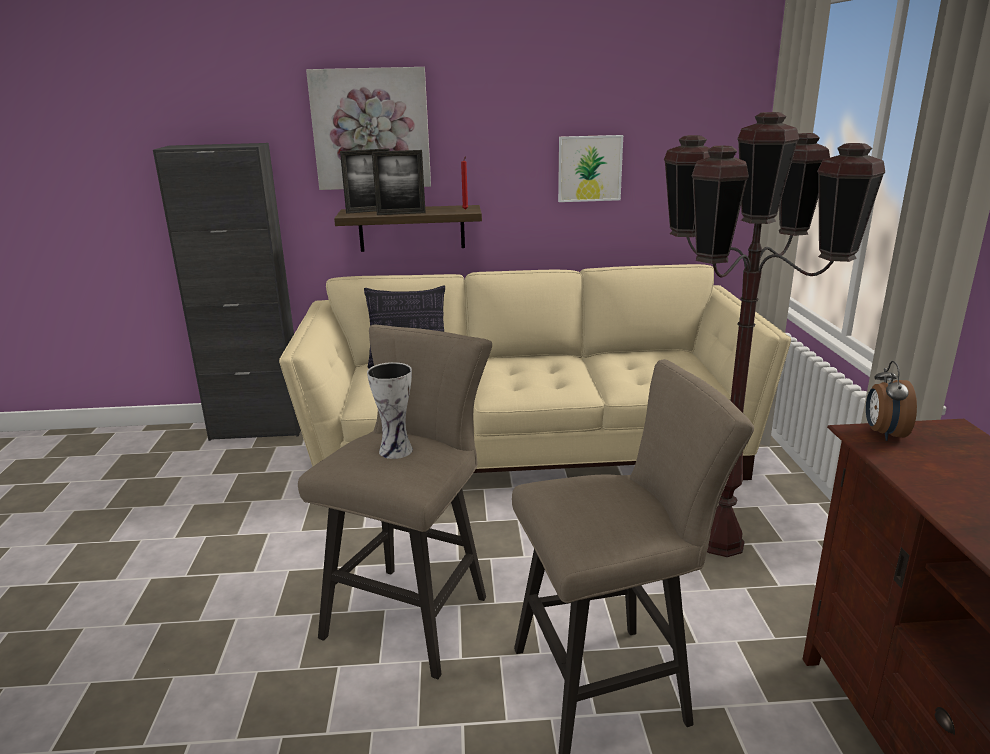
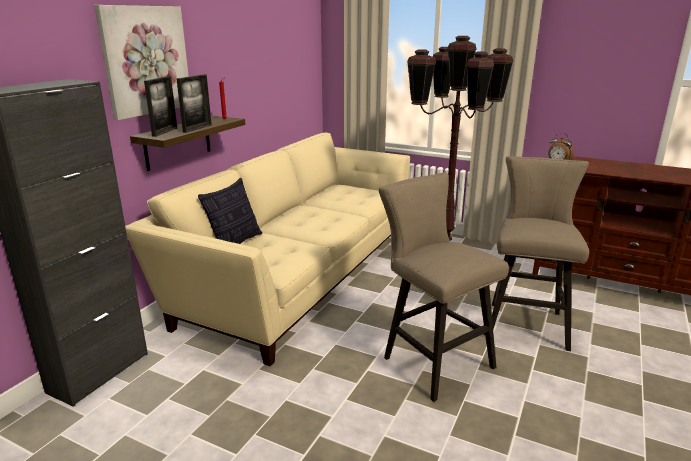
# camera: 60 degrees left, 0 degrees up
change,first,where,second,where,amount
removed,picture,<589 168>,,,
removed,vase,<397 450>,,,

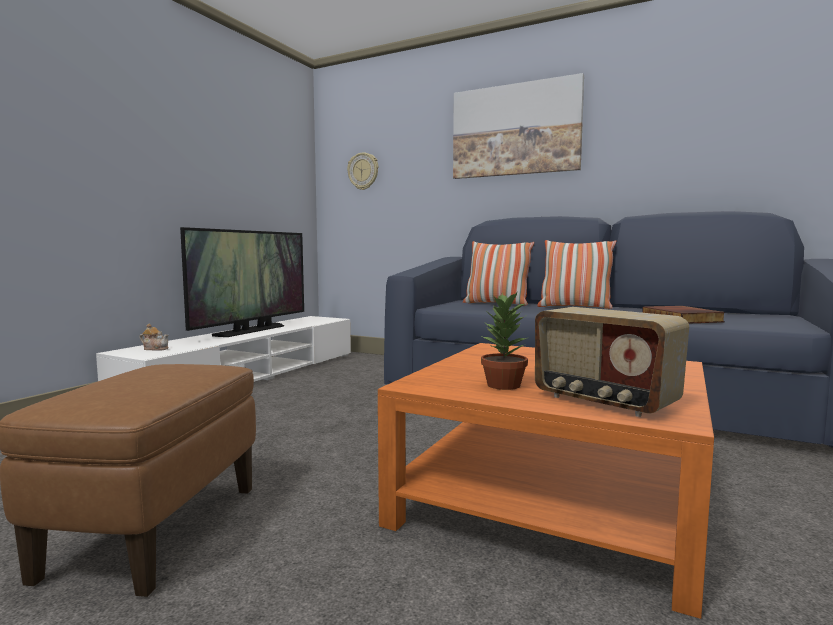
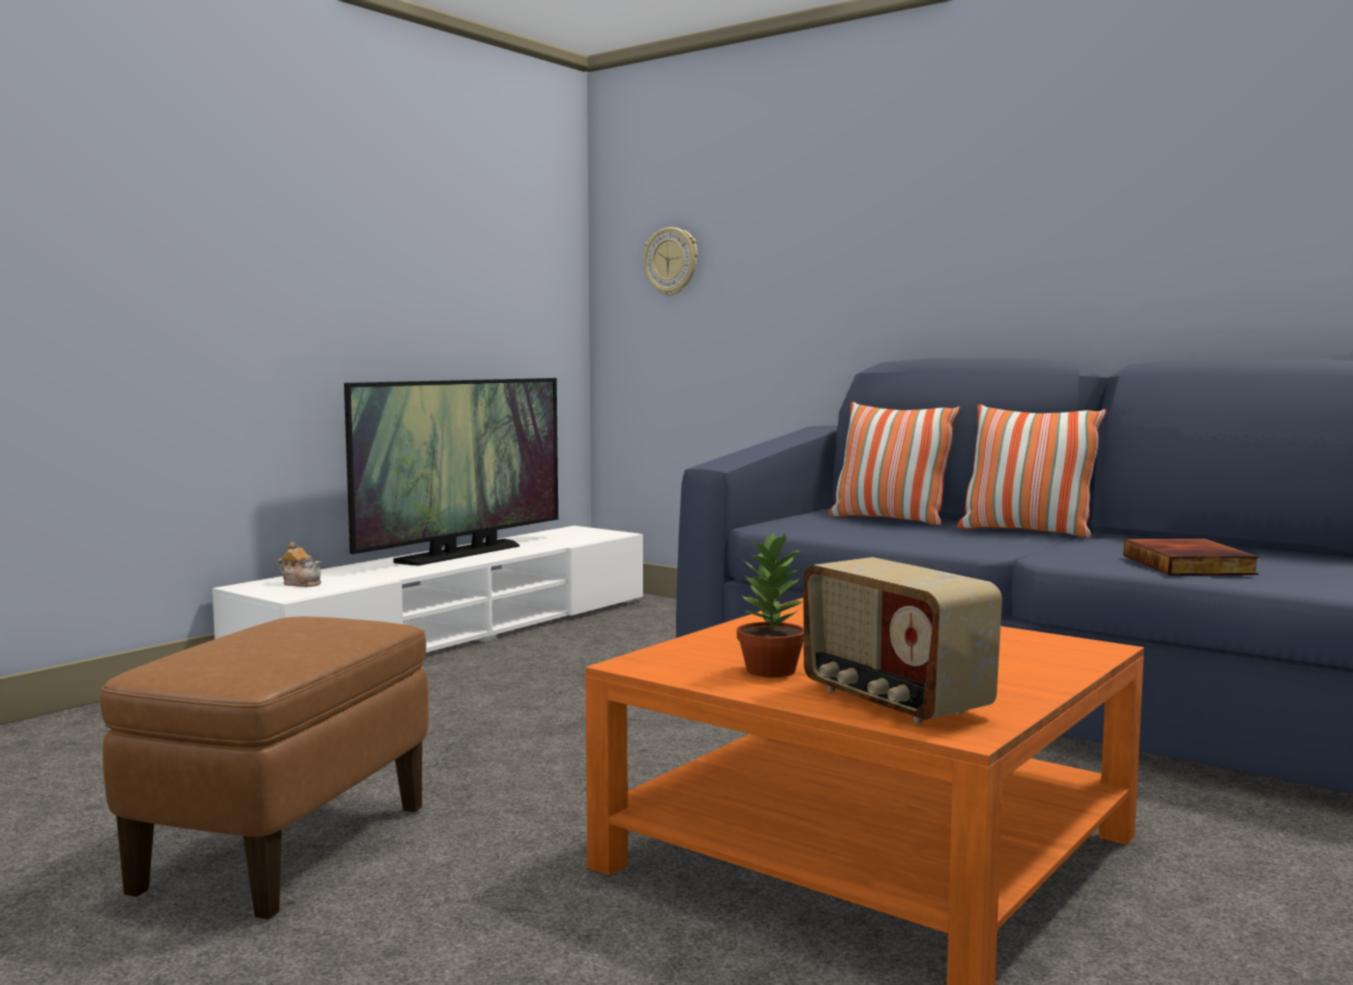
# camera: 10 degrees right, 0 degrees up
change,first,where,second,where,amount
removed,picture,<515 130>,,,

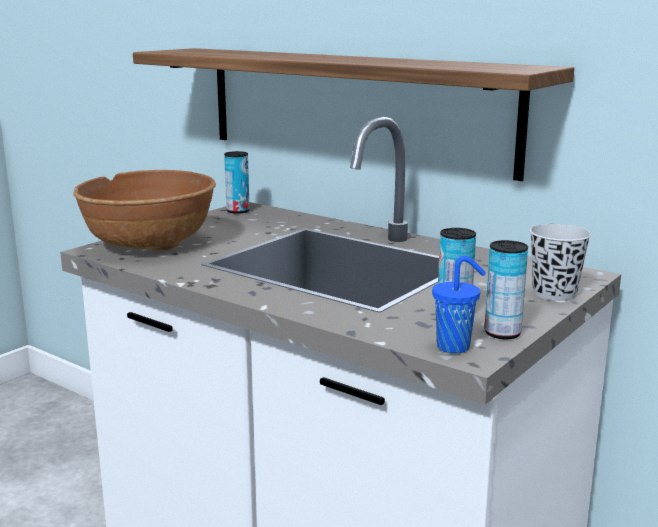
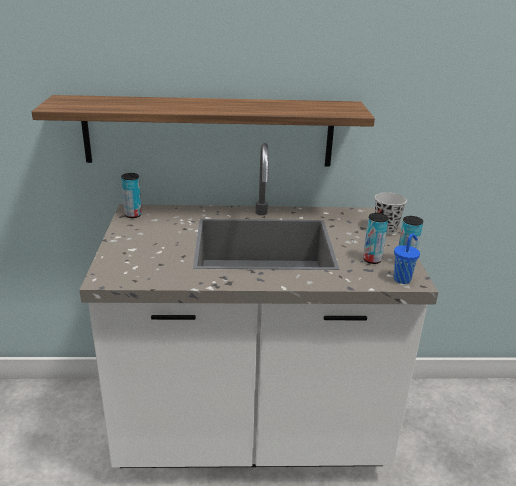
# camera: 40 degrees left, 10 degrees up
change,first,where,second,where,amount
removed,bowl/brown,<149 245>,,,

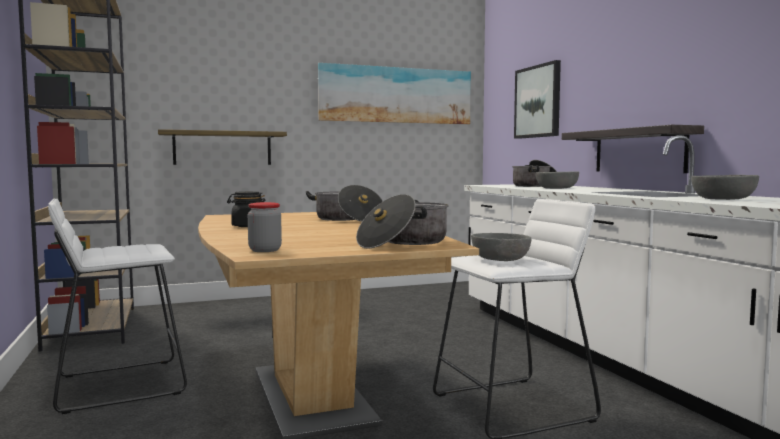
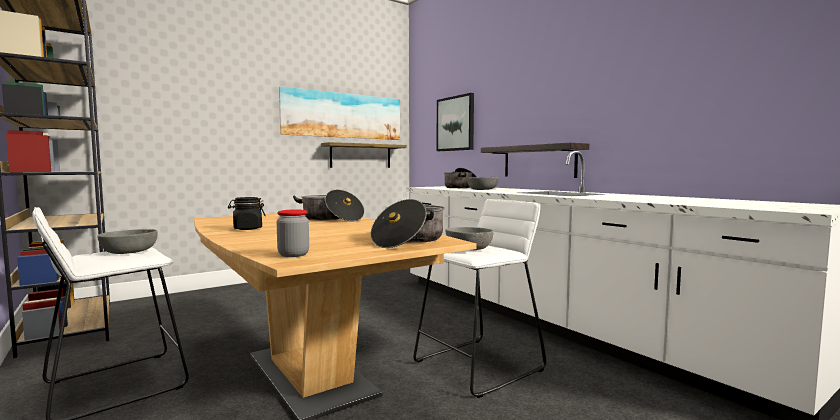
# camera: 15 degrees left, 0 degrees up
change,first,where,second,where,amount
moved,shelf,<222 148>,,<361 156>,
moved,bowl/grey,<723 199>,,<129 252>,

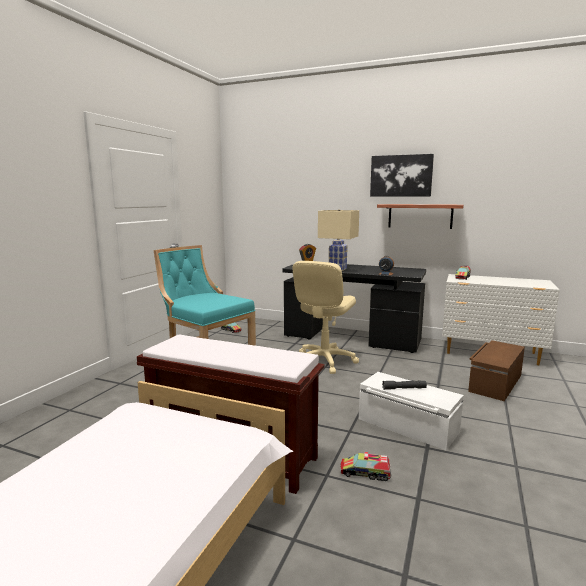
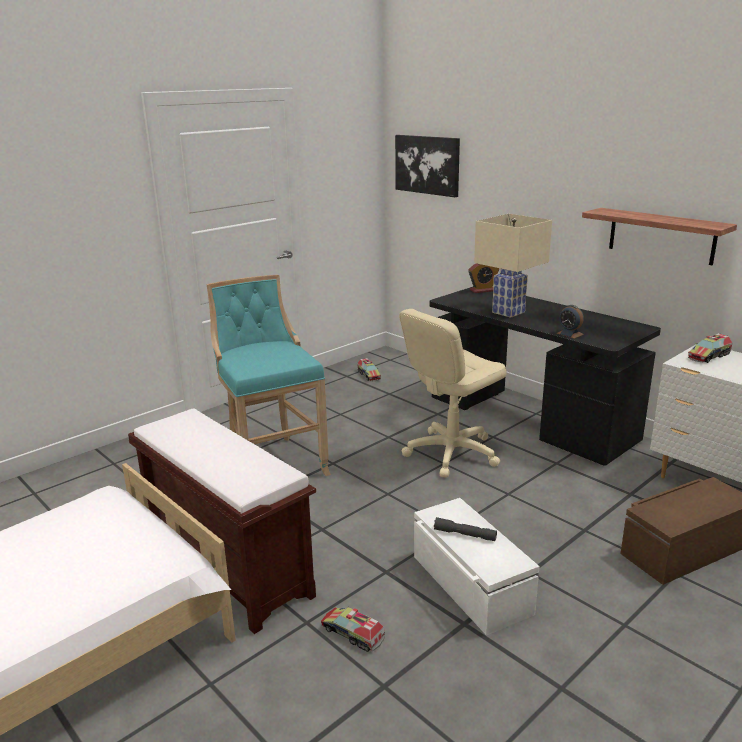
# camera: 25 degrees right, 10 degrees up
change,first,where,second,where,amount
moved,picture,<401 176>,,<427 165>,

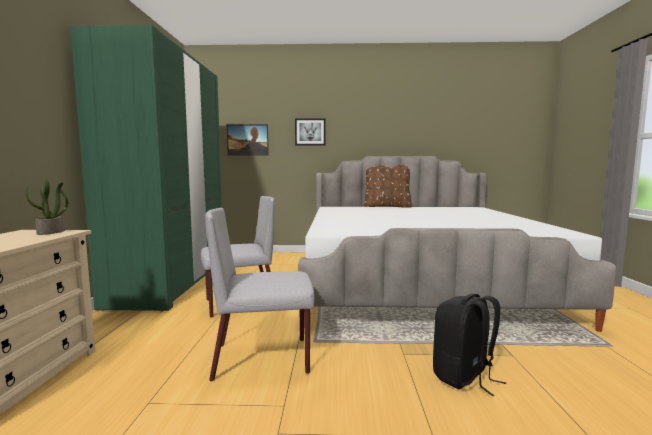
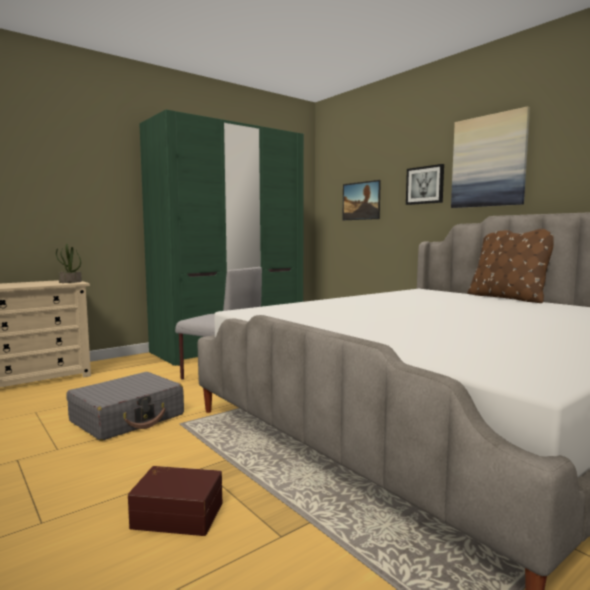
# camera: 50 degrees right, 0 degrees up
change,first,where,second,where,amount
replaced,chair/grey,<264 358>,suitcase/grey,<128 418>,
replaced,backpack/black,<464 377>,storage box/brown,<178 514>,
added,,,picture,<489 161>,

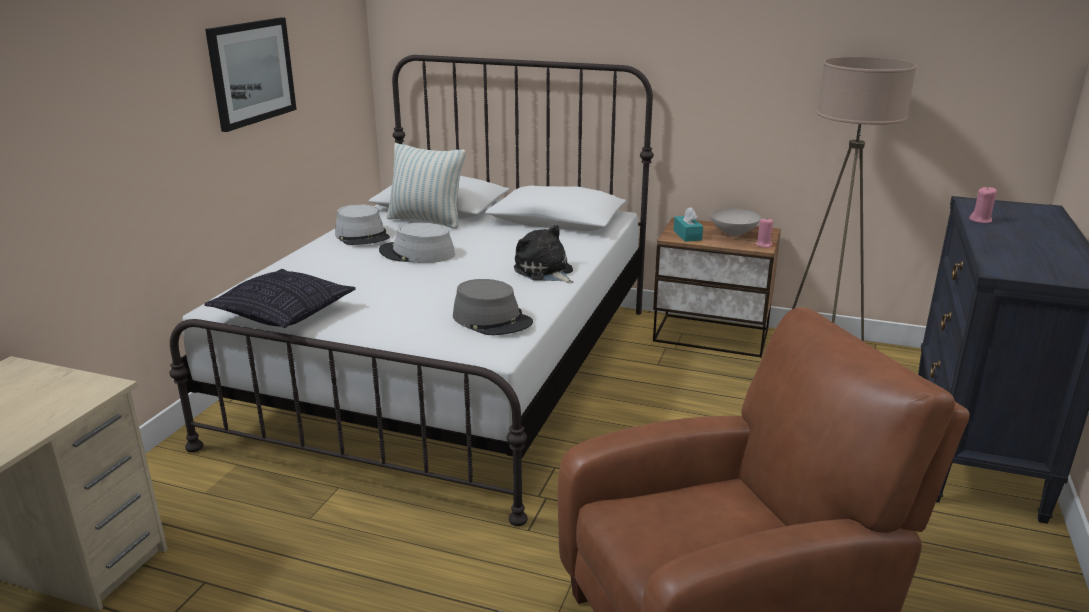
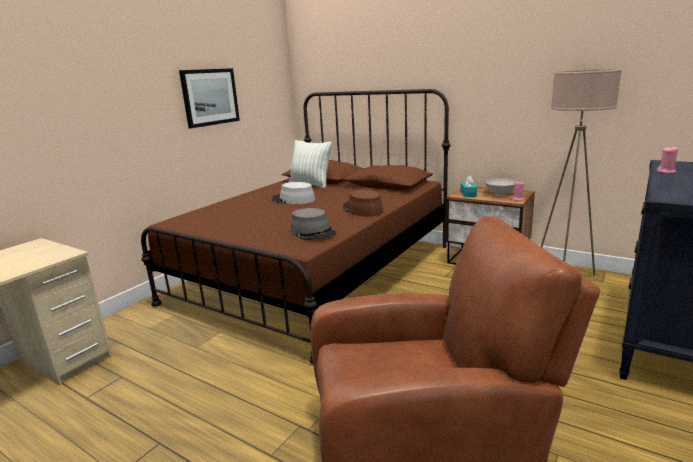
# camera: 15 degrees right, 5 degrees down
change,first,where,second,where,amount
recoloured,bed/white,<450 371>,bed/brown,<315 273>,
removed,hat/grey,<362 236>,,,
replaced,plush toy,<545 272>,hat/brown,<362 209>,
removed,pillow,<285 314>,,,

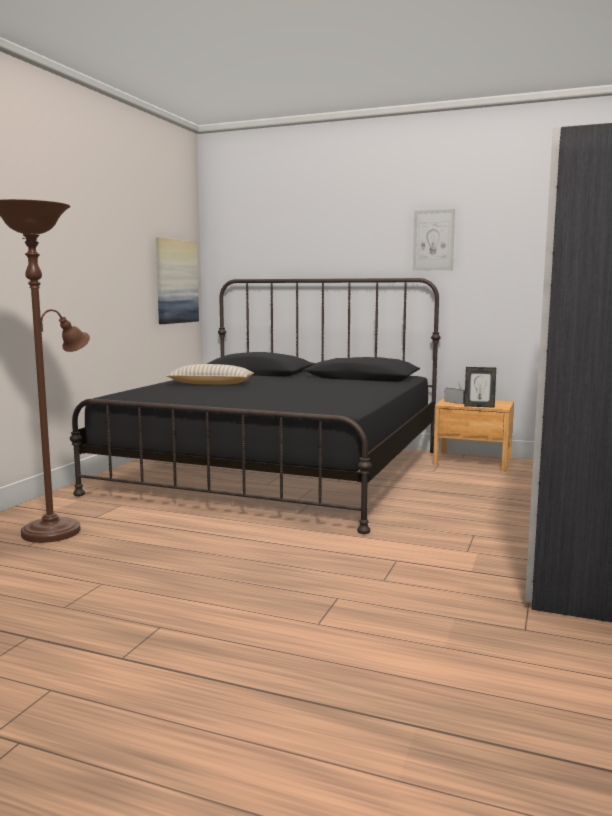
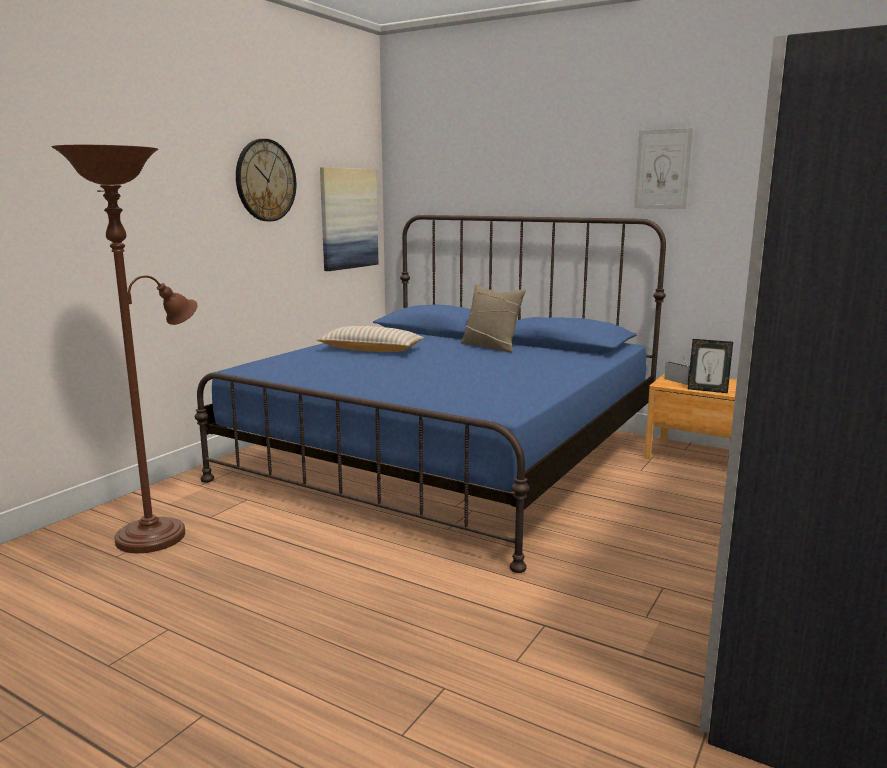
# camera: 10 degrees right, 5 degrees up
change,first,where,second,where,amount
recoloured,bed/black,<276 471>,bed/blue,<445 457>,
added,,,wall clock,<265 180>,
added,,,pillow/beige,<491 346>,

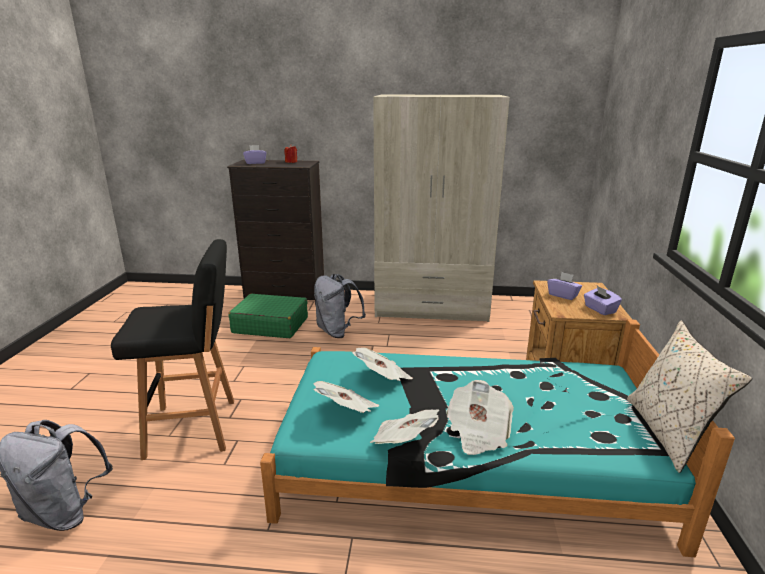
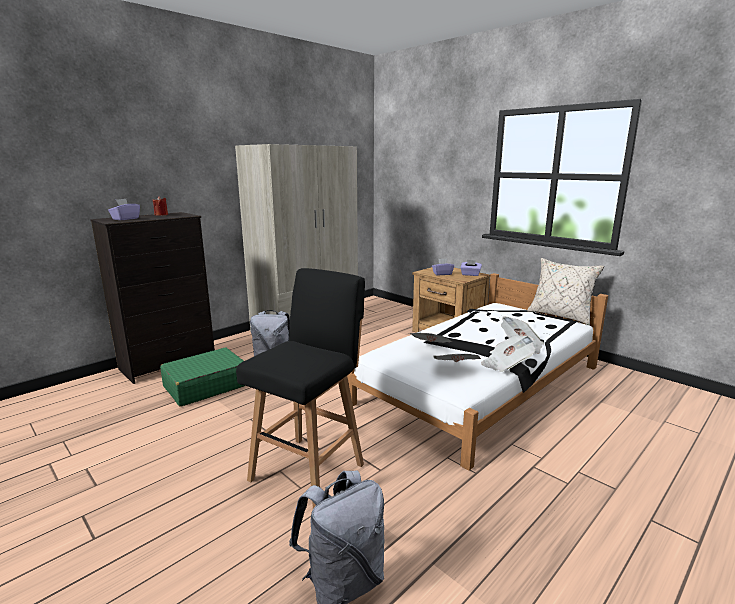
# camera: 50 degrees left, 5 degrees down
change,first,where,second,where,amount
recoloured,bed/turquoise,<466 459>,bed/white,<481 384>,

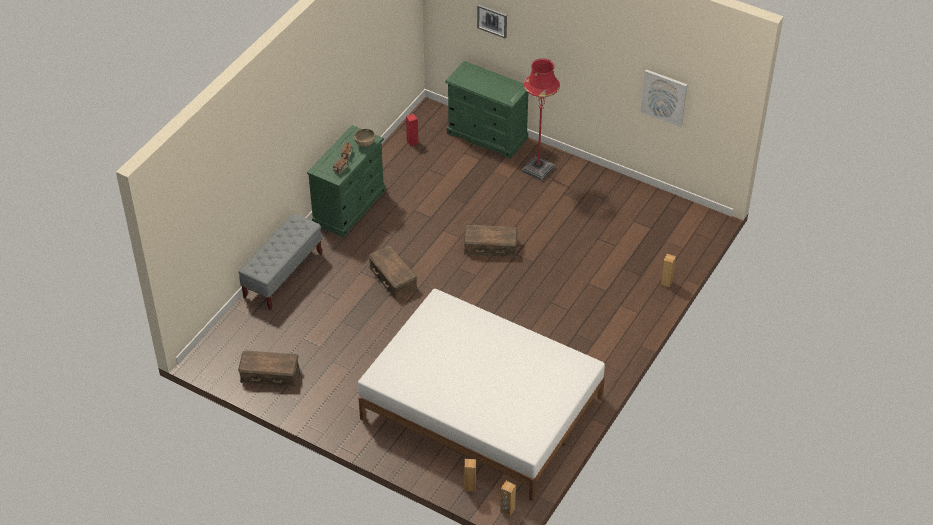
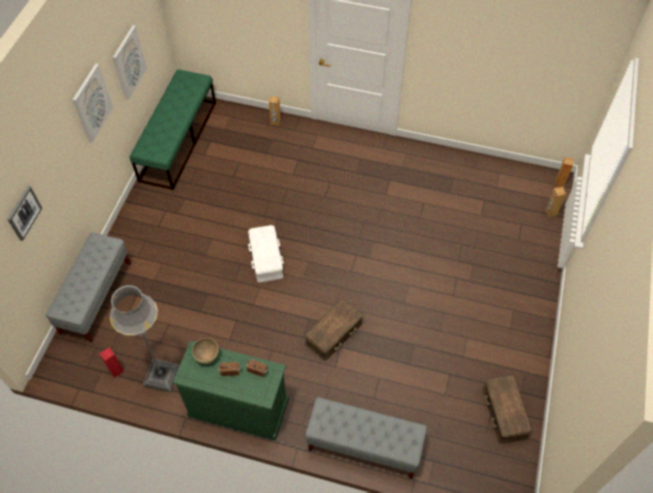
# camera: 105 degrees left, 10 degrees up
change,first,where,second,where,amount
removed,floor lamp/red,<538 169>,,,
replaced,dresser/green,<487 136>,bench/grey,<96 297>,
recoloured,storage box/brown,<490 246>,storage box/white,<265 258>,
removed,bed/white,<481 408>,,,
added,,,picture,<92 103>,
added,,,bench/green,<178 140>,
added,,,floor lamp/grey,<162 376>,

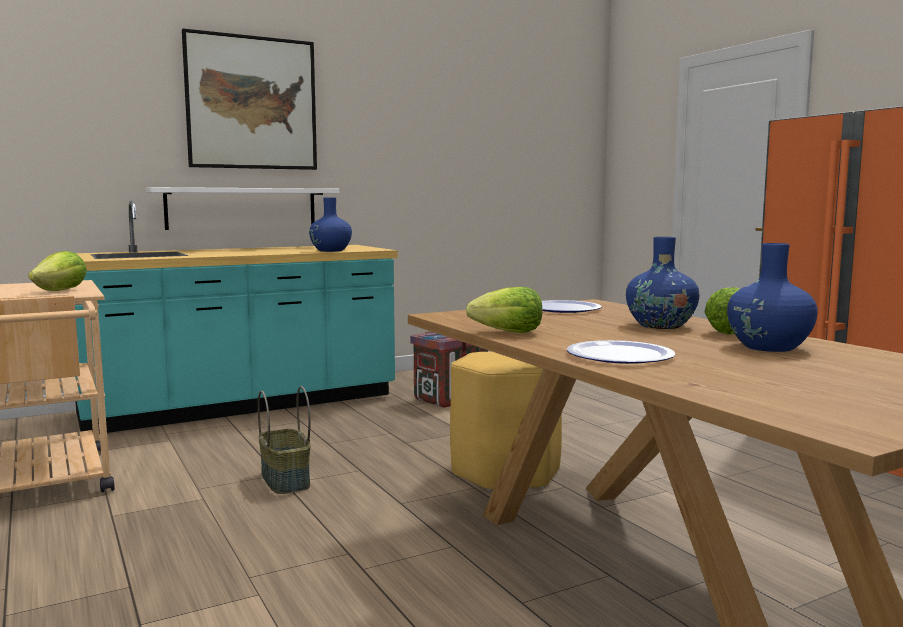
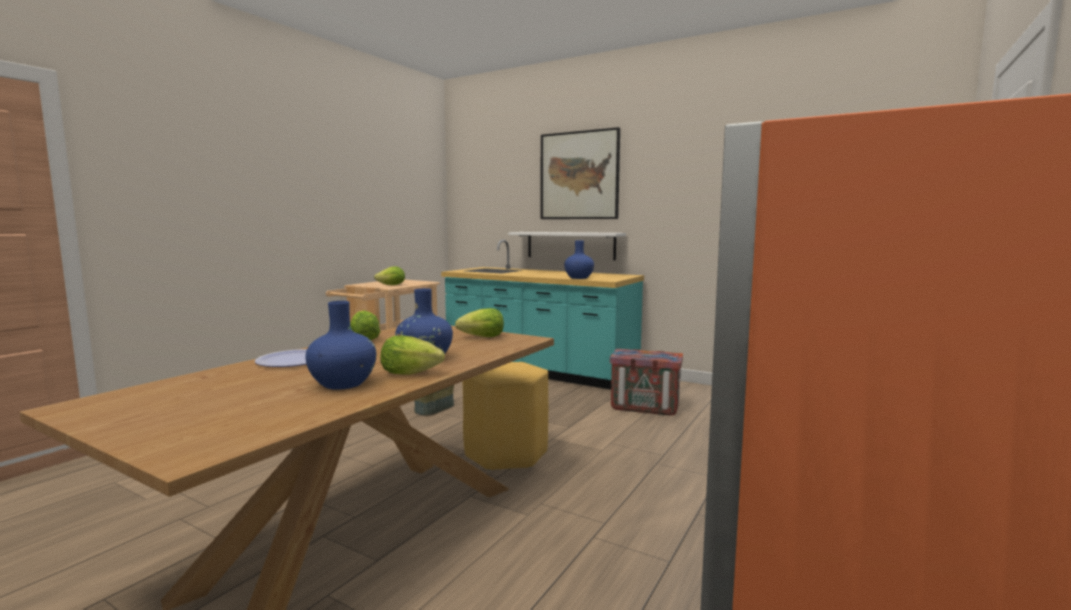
# camera: 60 degrees right, 0 degrees up
change,first,where,second,where,amount
replaced,plate,<564 309>,lettuce,<483 337>,

